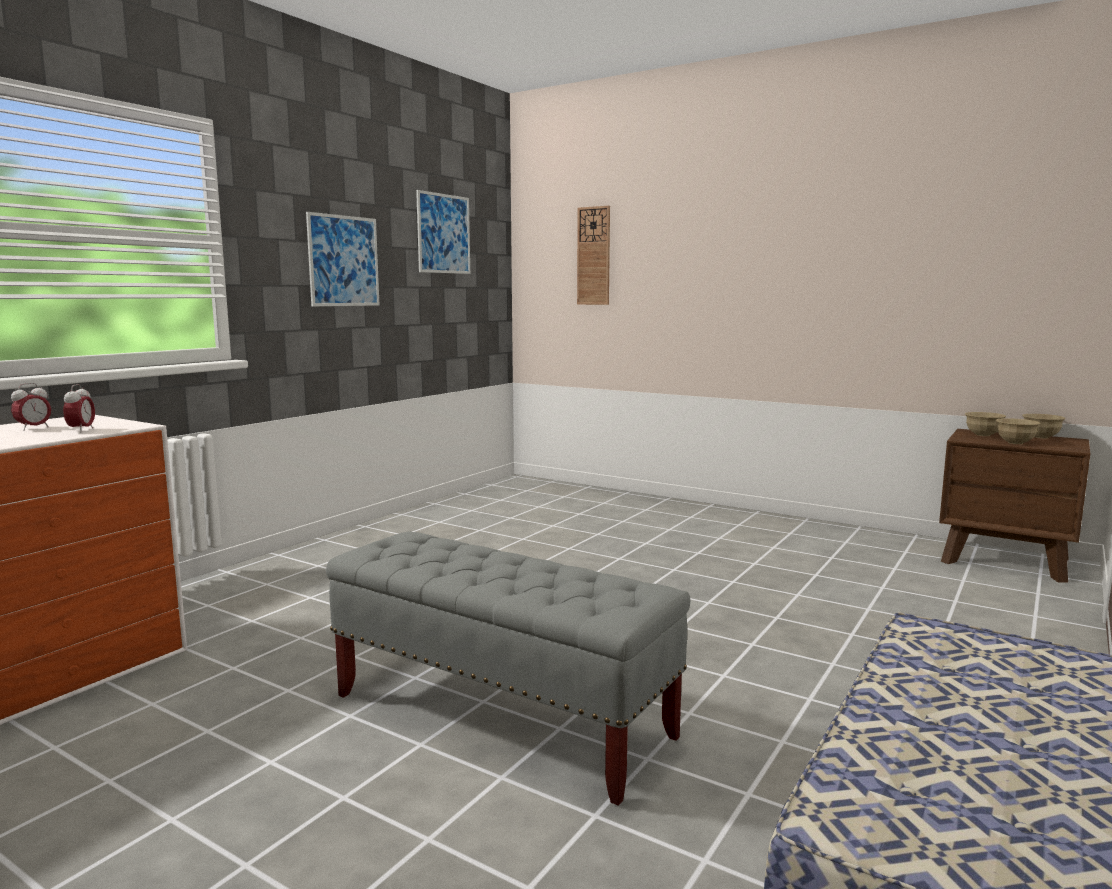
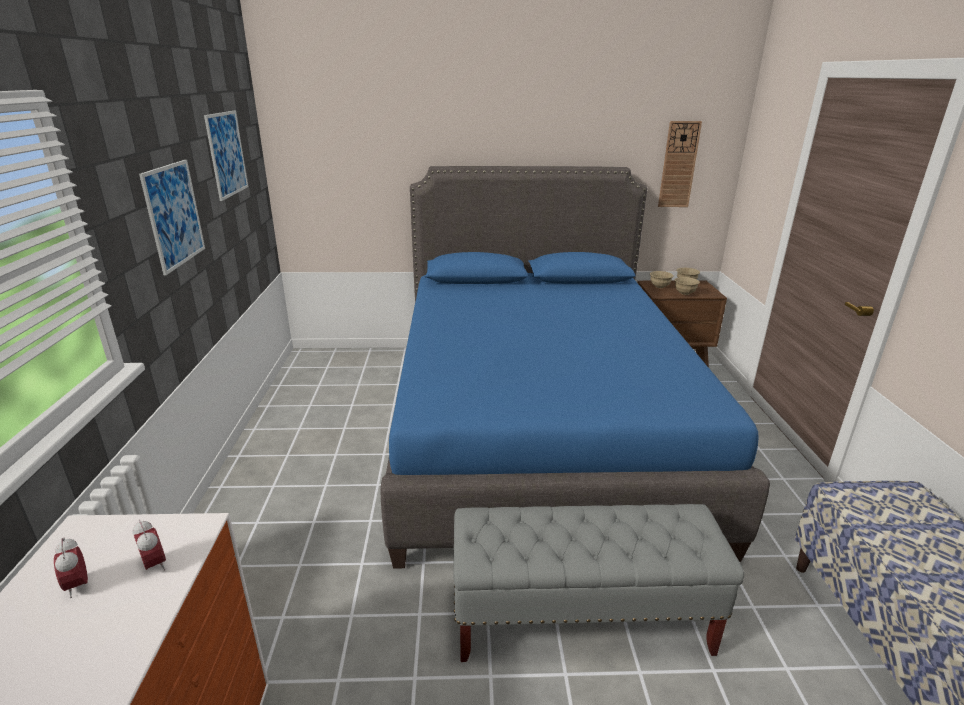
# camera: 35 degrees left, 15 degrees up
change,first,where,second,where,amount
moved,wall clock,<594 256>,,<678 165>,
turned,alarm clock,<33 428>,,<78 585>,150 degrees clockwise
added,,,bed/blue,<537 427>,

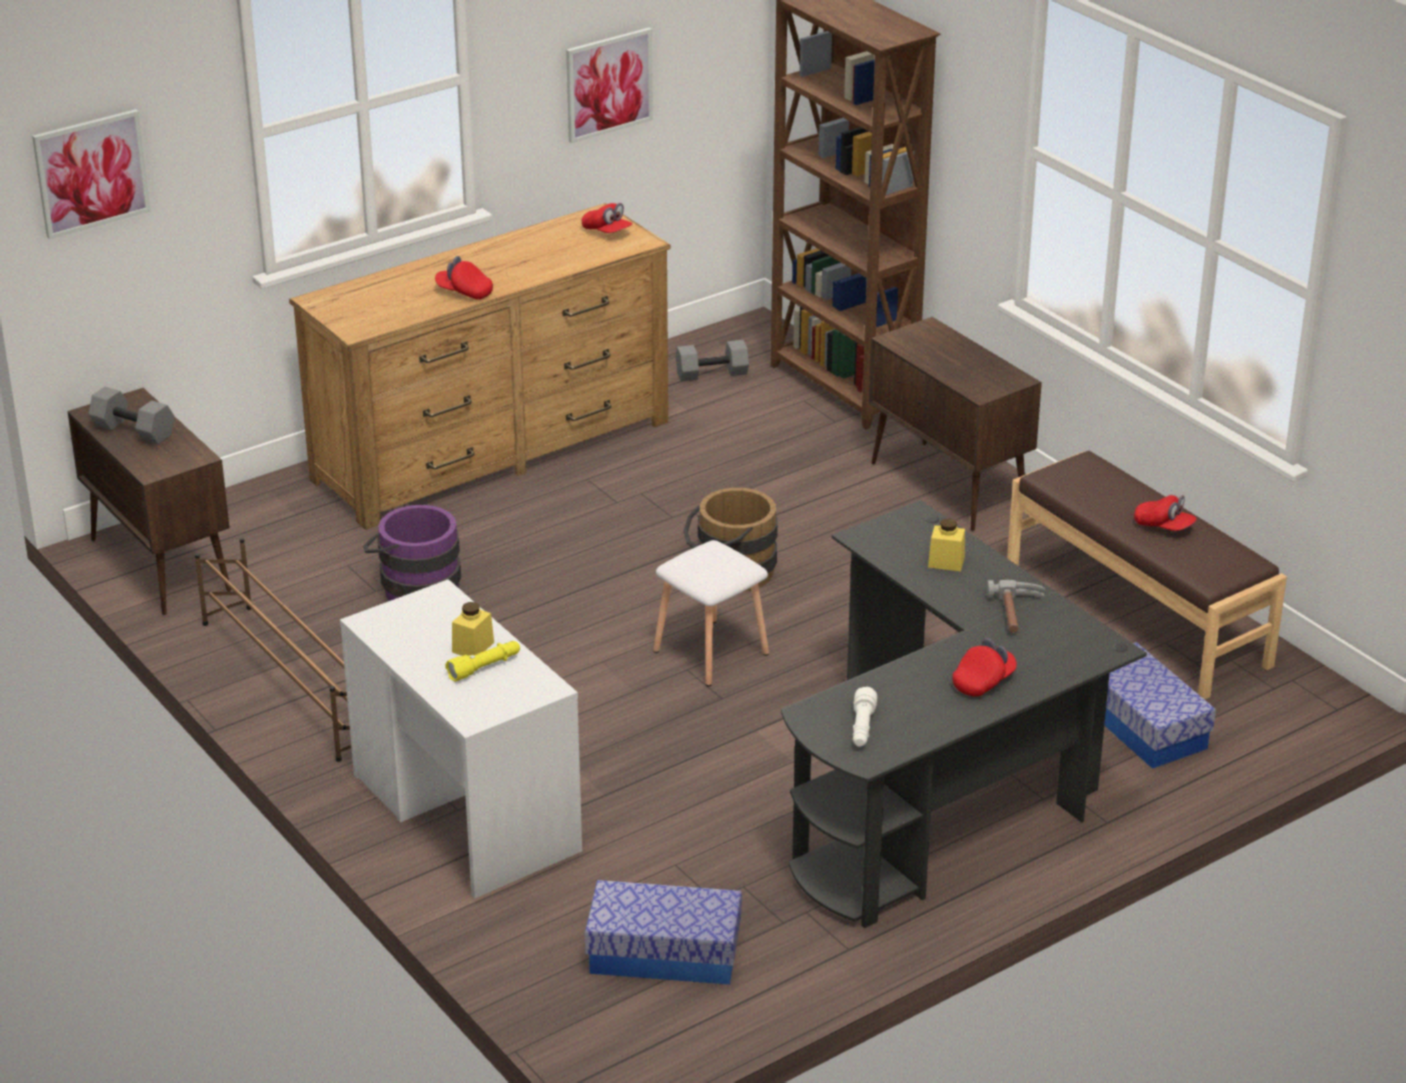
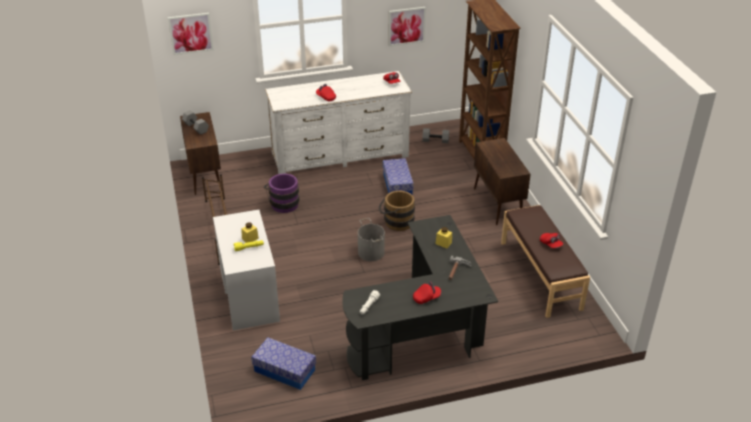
# camera: 20 degrees right, 5 degrees up
change,first,where,second,where,amount
recoloured,dresser/brown,<492 451>,dresser/white,<340 155>,
replaced,stool/white,<711 651>,bucket/grey,<371 252>,
moved,storage box,<1142 725>,,<397 185>,

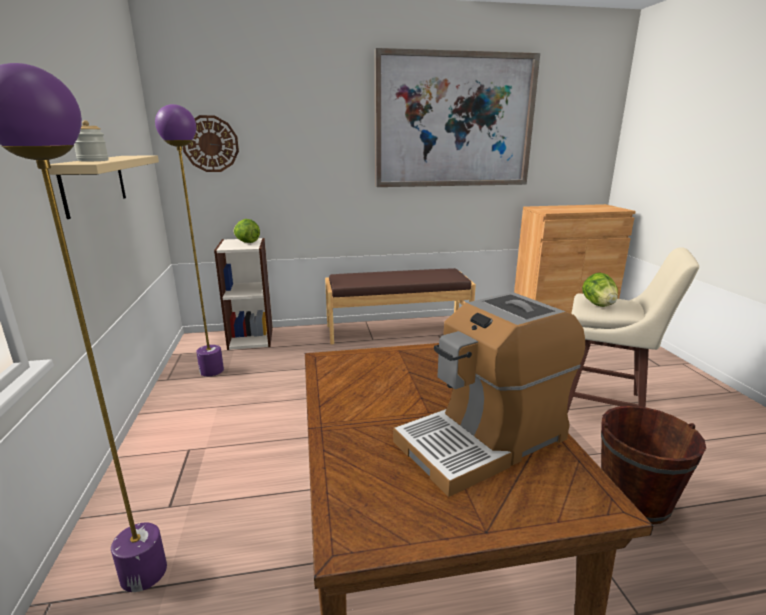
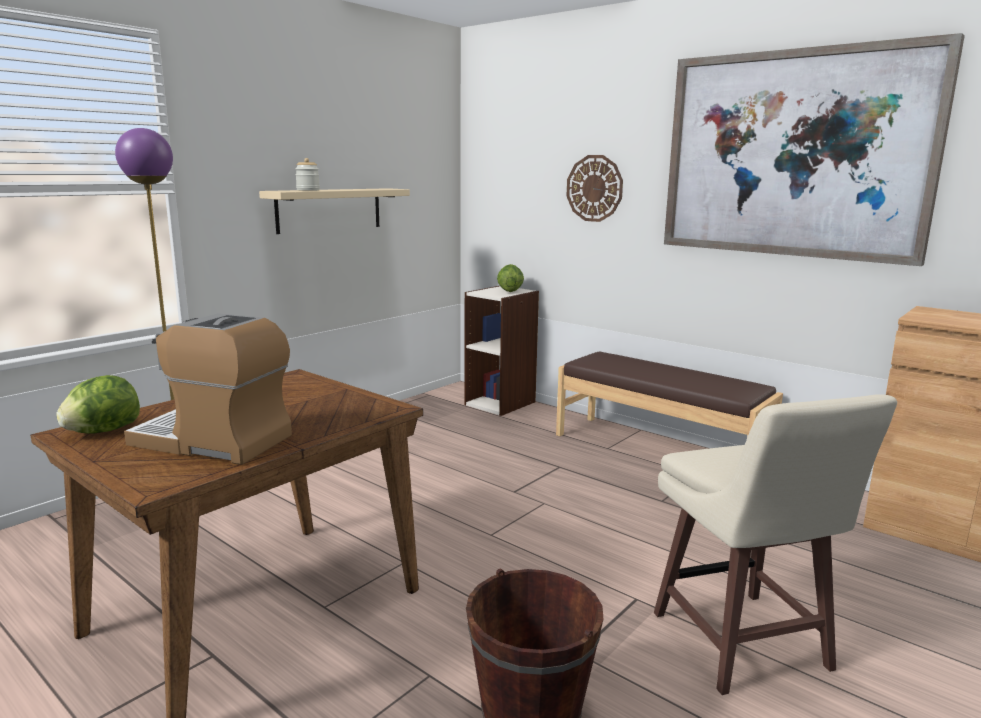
# camera: 50 degrees right, 5 degrees down
change,first,where,second,where,amount
removed,floor lamp/purple,<212 371>,,,
moved,wall clock,<210 144>,,<594 188>,
moved,lettuce,<598 304>,,<103 431>,

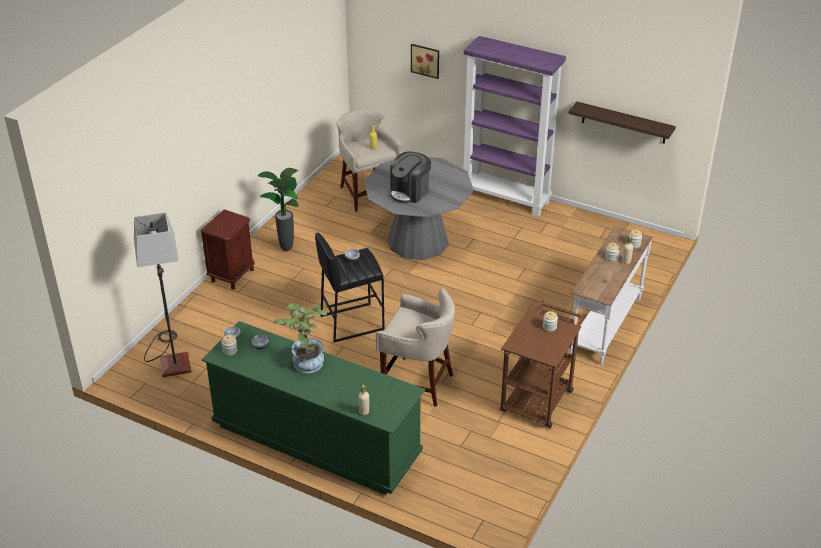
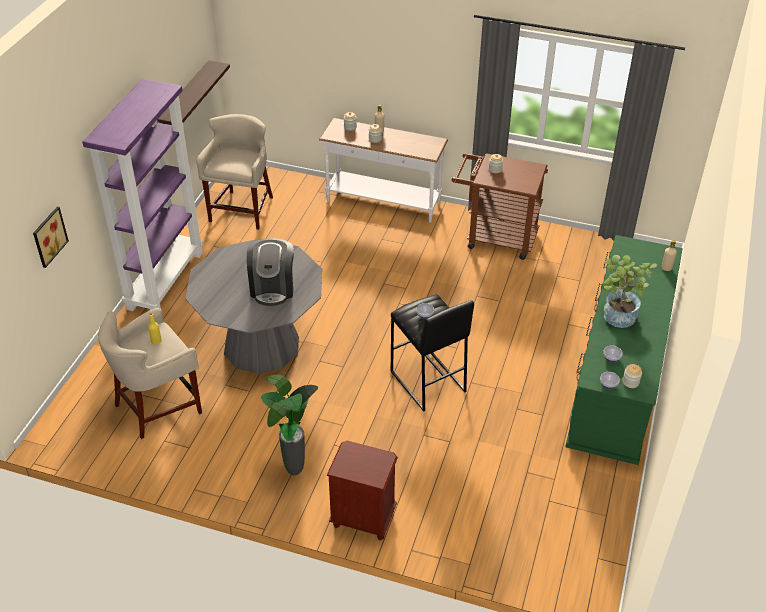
# camera: 100 degrees left, 5 degrees up
change,first,where,second,where,amount
turned,coffee machine,<410 192>,,<273 288>,60 degrees clockwise
removed,floor lamp,<171 359>,,,
moved,stool/beige,<417 382>,,<242 210>,

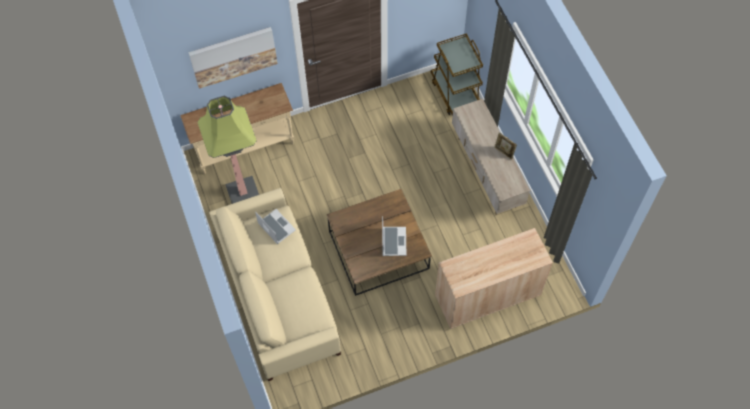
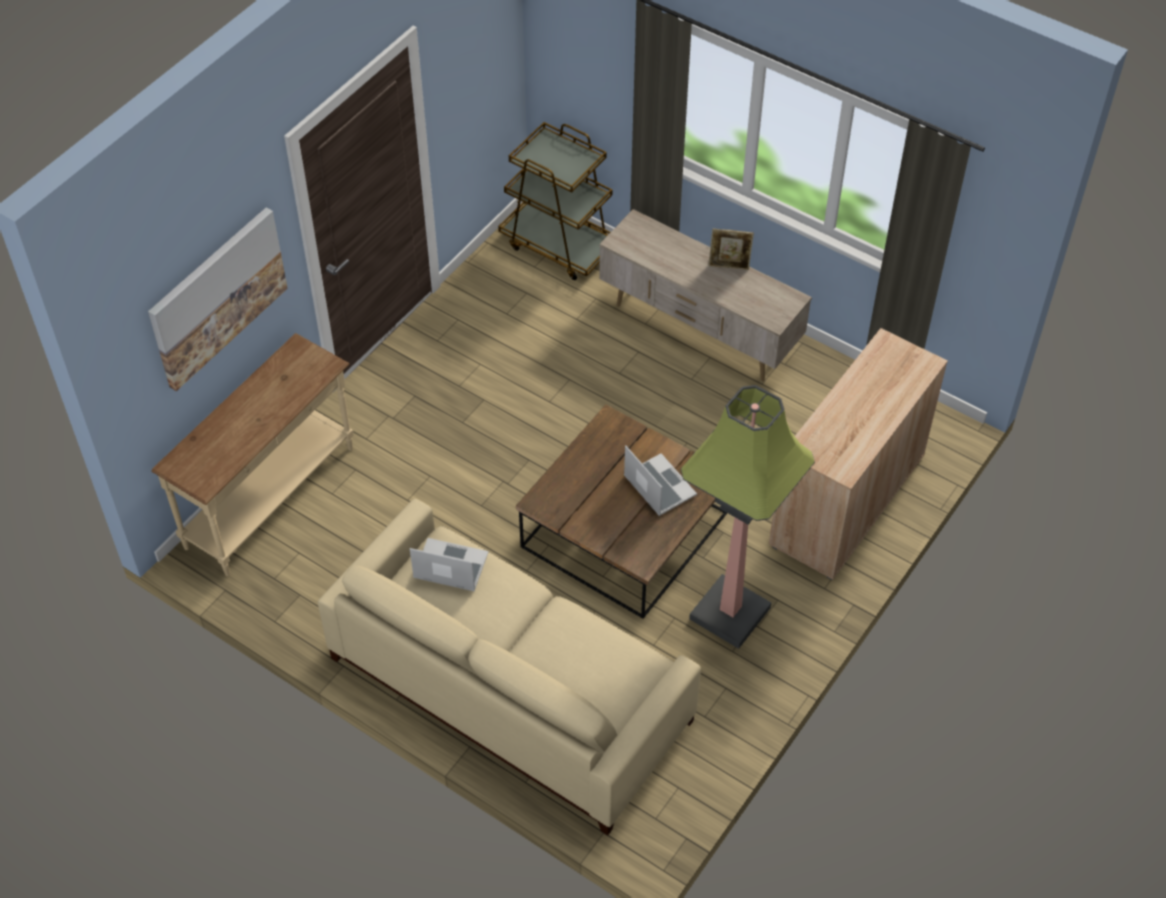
# camera: 35 degrees left, 10 degrees down
change,first,where,second,where,amount
moved,floor lamp,<243 194>,,<730 614>,

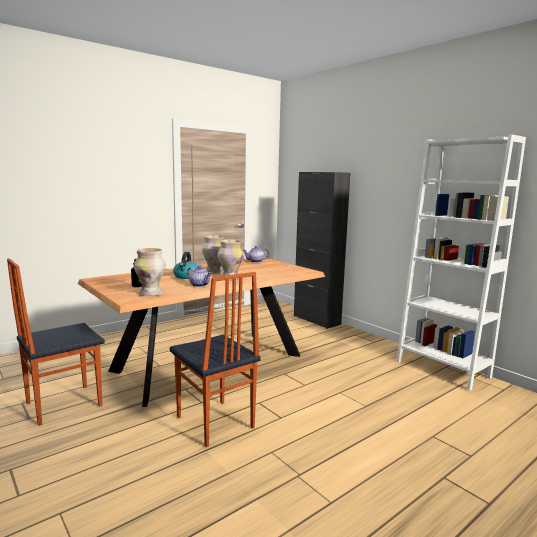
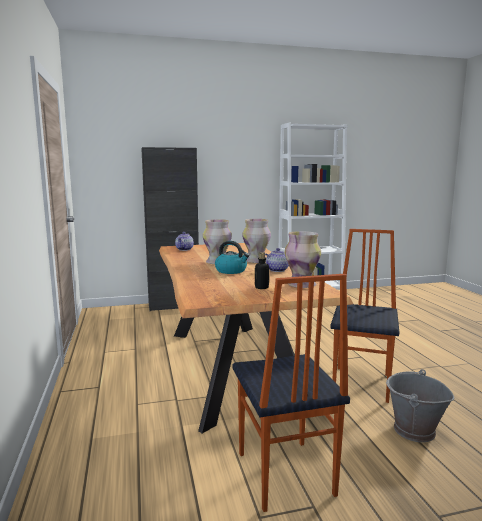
# camera: 65 degrees left, 0 degrees up
change,first,where,second,where,amount
turned,chair,<214 423>,,<362 383>,60 degrees counterclockwise
added,,,bucket/grey,<414 430>,

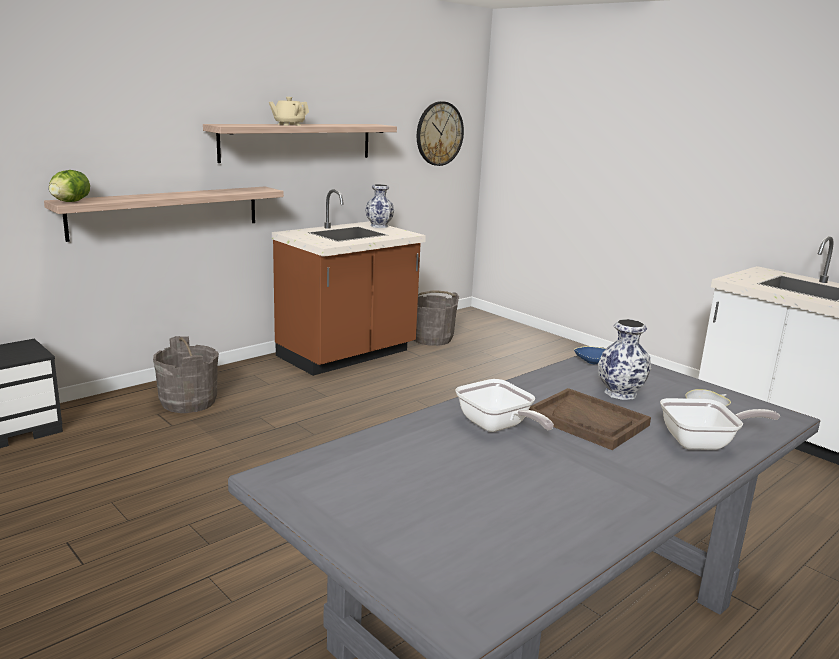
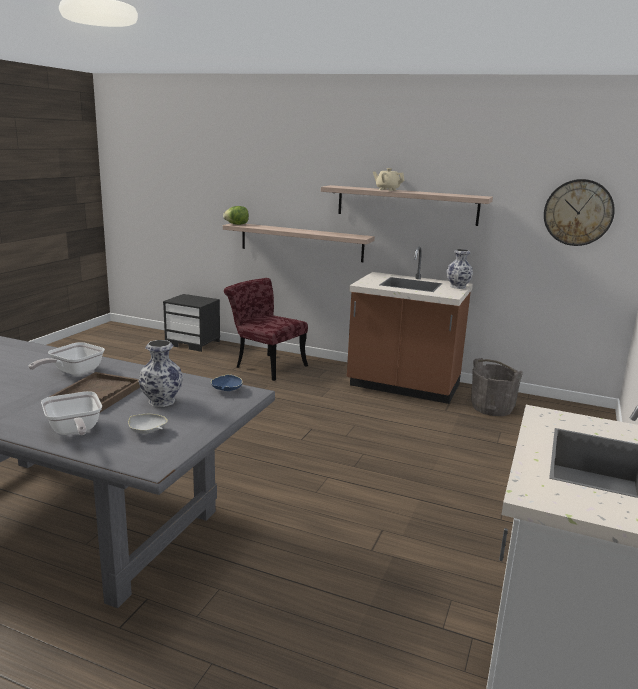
# camera: 65 degrees right, 0 degrees up
change,first,where,second,where,amount
replaced,bucket/grey,<188 402>,chair/red,<265 365>,

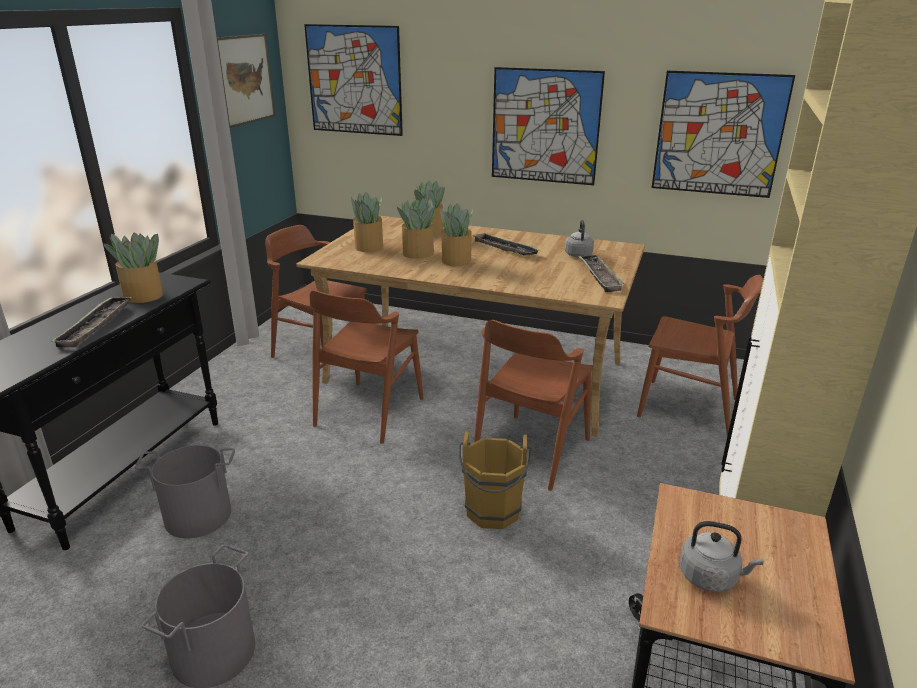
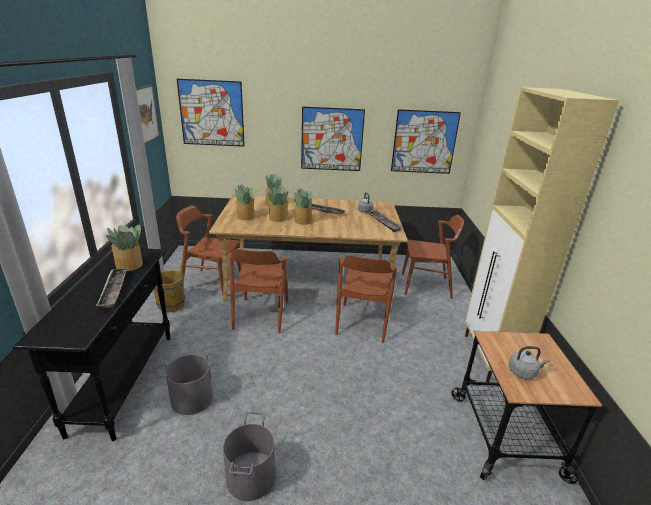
# camera: 20 degrees left, 0 degrees up
change,first,where,second,where,amount
moved,bucket/brown,<492 514>,,<171 306>,

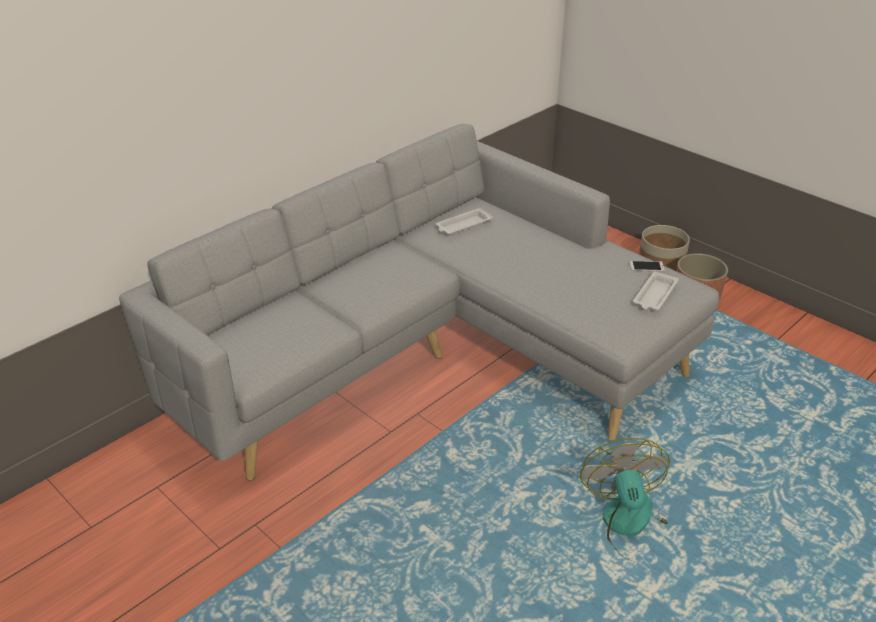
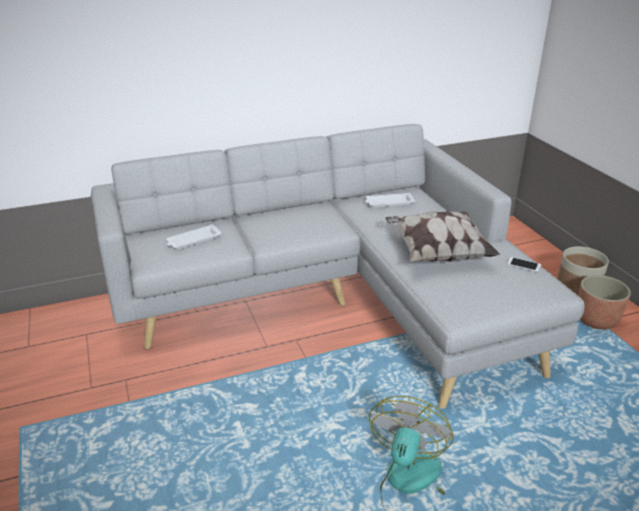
# camera: 25 degrees right, 5 degrees down
change,first,where,second,where,amount
moved,tray/white,<654 296>,,<193 240>,
added,,,pillow,<437 253>,

